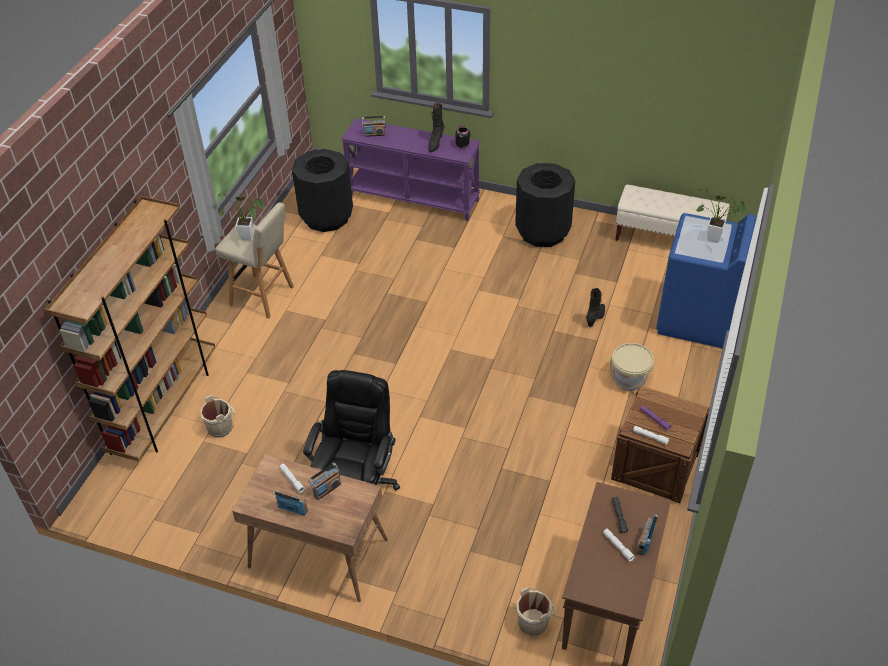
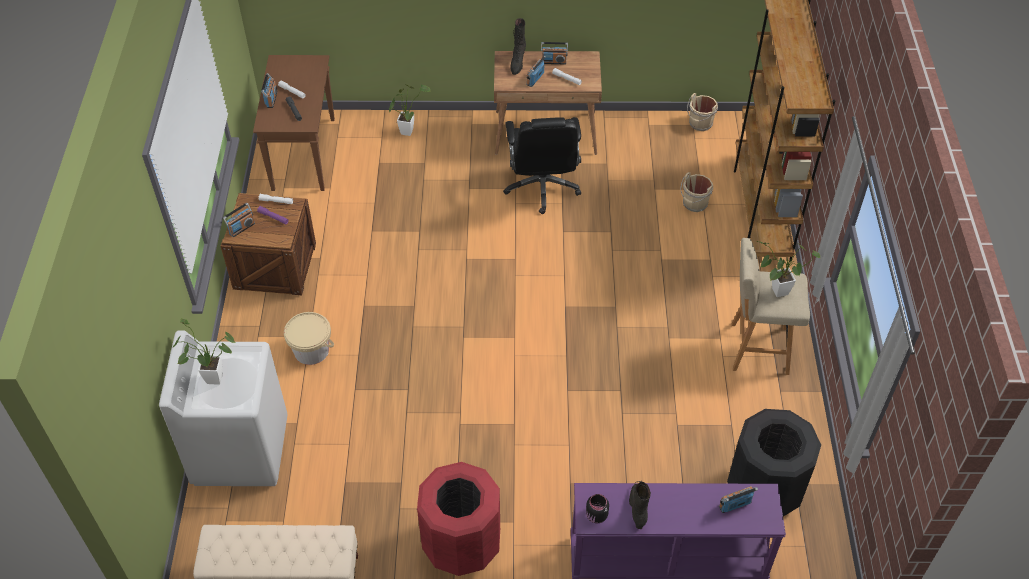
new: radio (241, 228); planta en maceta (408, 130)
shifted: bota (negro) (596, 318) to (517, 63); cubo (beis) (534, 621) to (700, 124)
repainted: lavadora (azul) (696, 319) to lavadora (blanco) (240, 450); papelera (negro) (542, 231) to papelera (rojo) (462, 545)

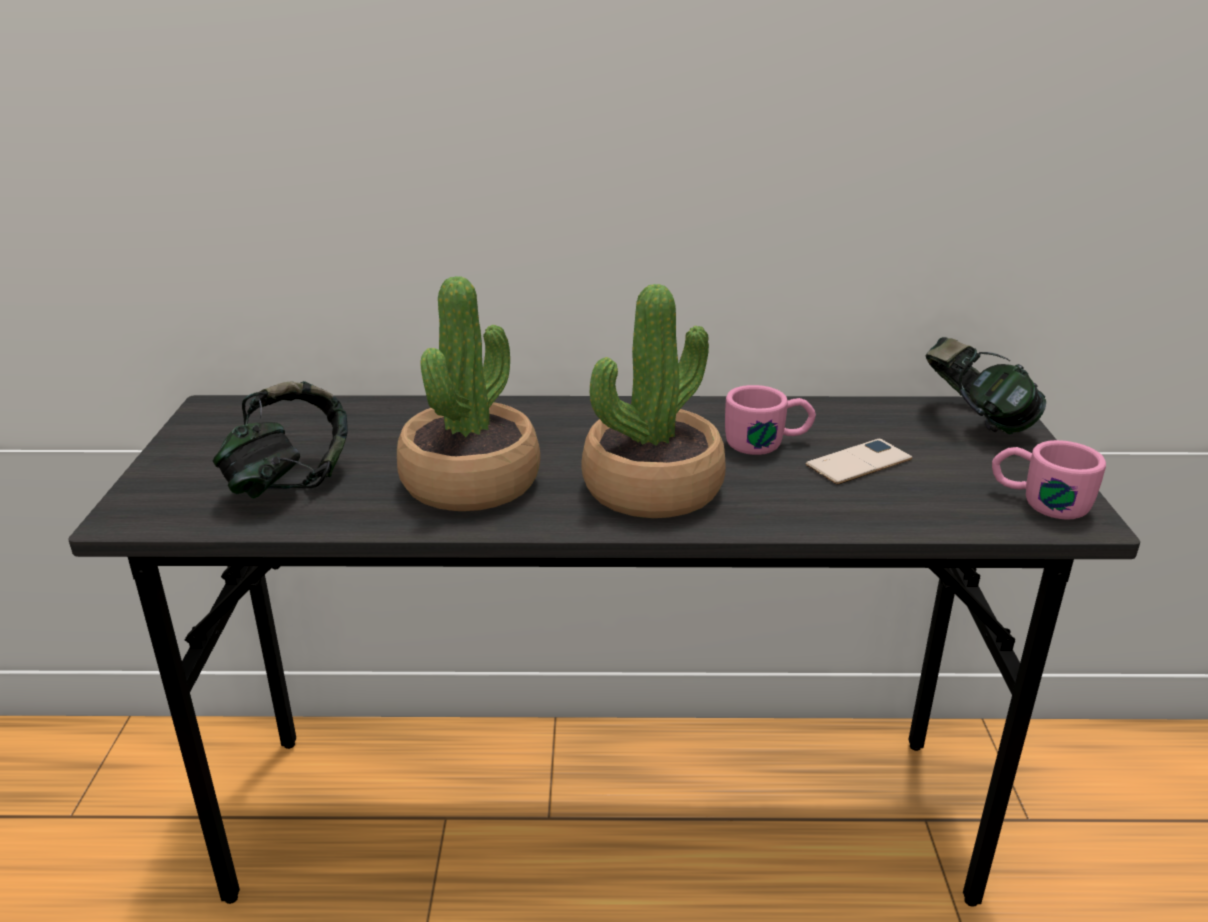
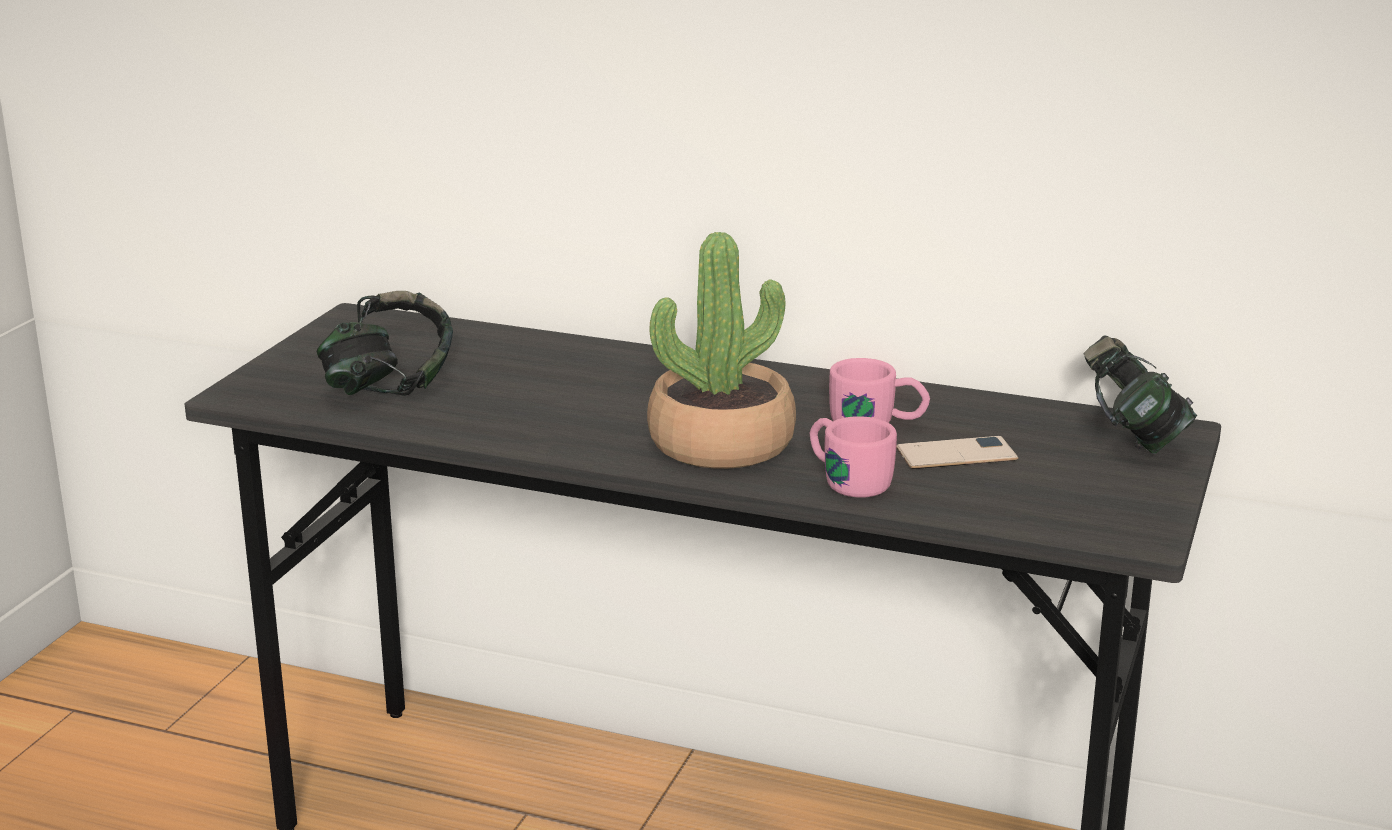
gone: planta en maceta (471, 482)
shifted: taza grande (rosa) (1038, 501) to (846, 480)

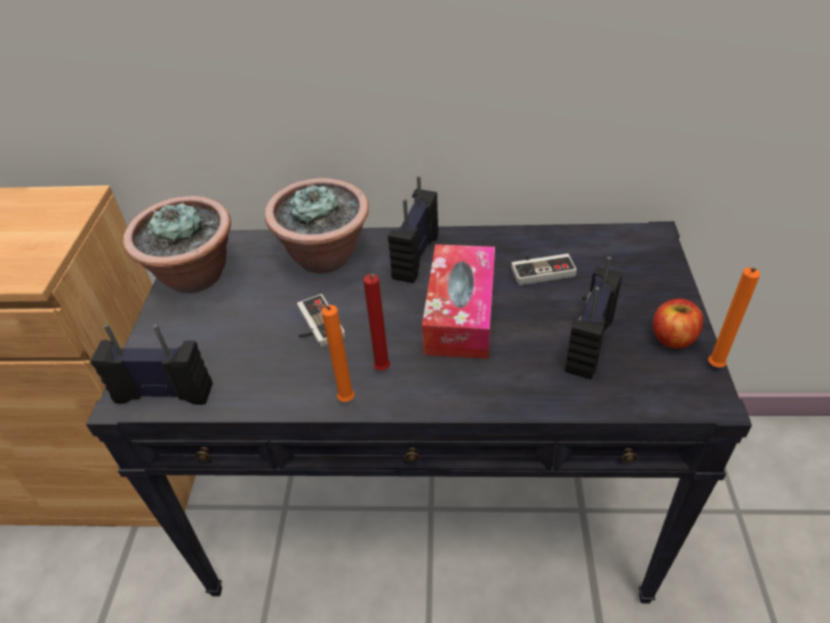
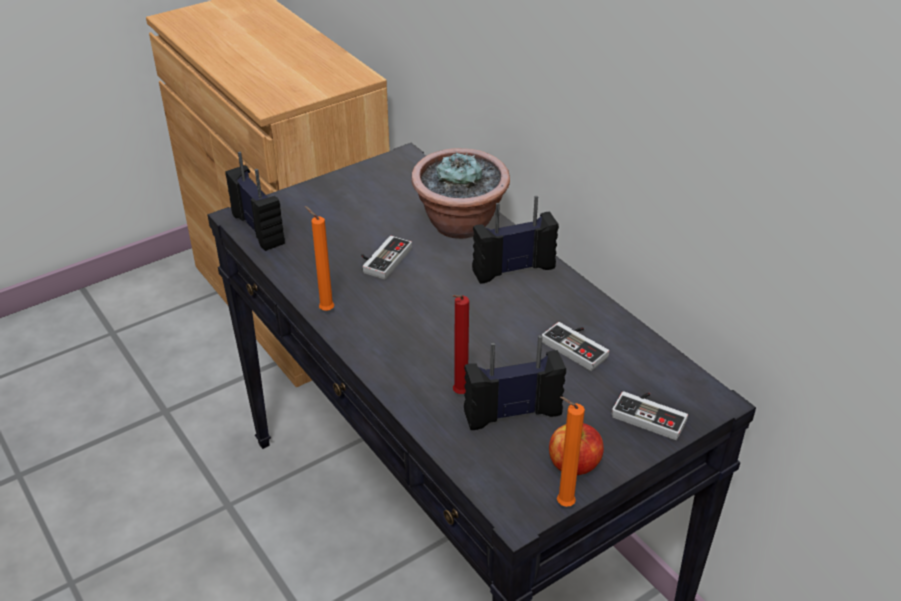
gone: planta en maceta (195, 277); caja de pañuelos (460, 313)
new: mando de consola (651, 414)
shifted: vela (rojo) (383, 371) to (459, 395)

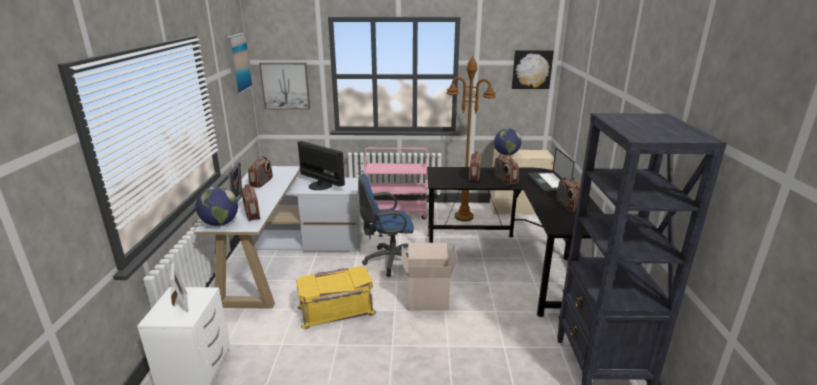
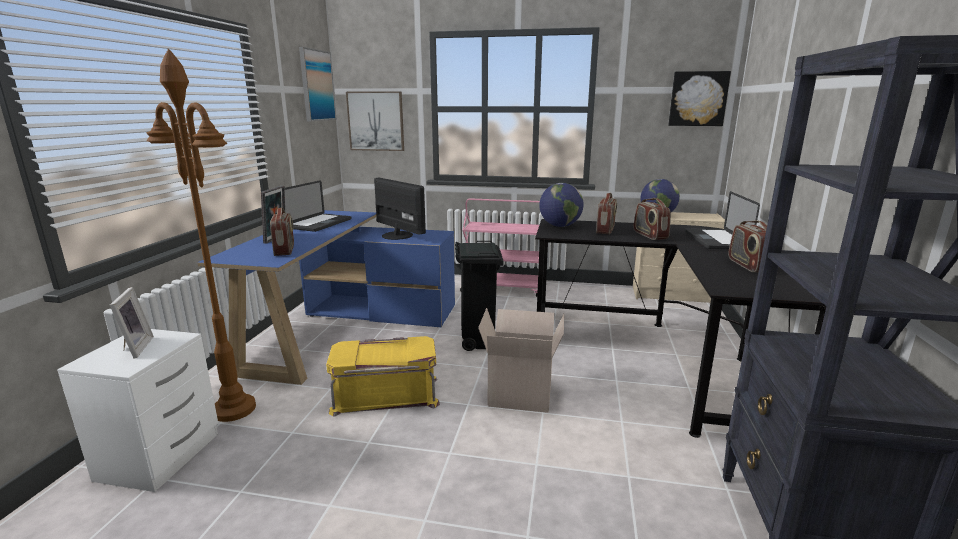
shifted: lámpara de pie (marrón) (464, 217) to (234, 409); globo terráqueo (220, 223) to (560, 226)
swapped: radio (261, 182) to portátil (319, 223); silla de oficina (azul) (389, 261) to papelera (negro) (478, 342)
repainted: escritorio (blanco) (286, 258) to escritorio (azul) (345, 328)

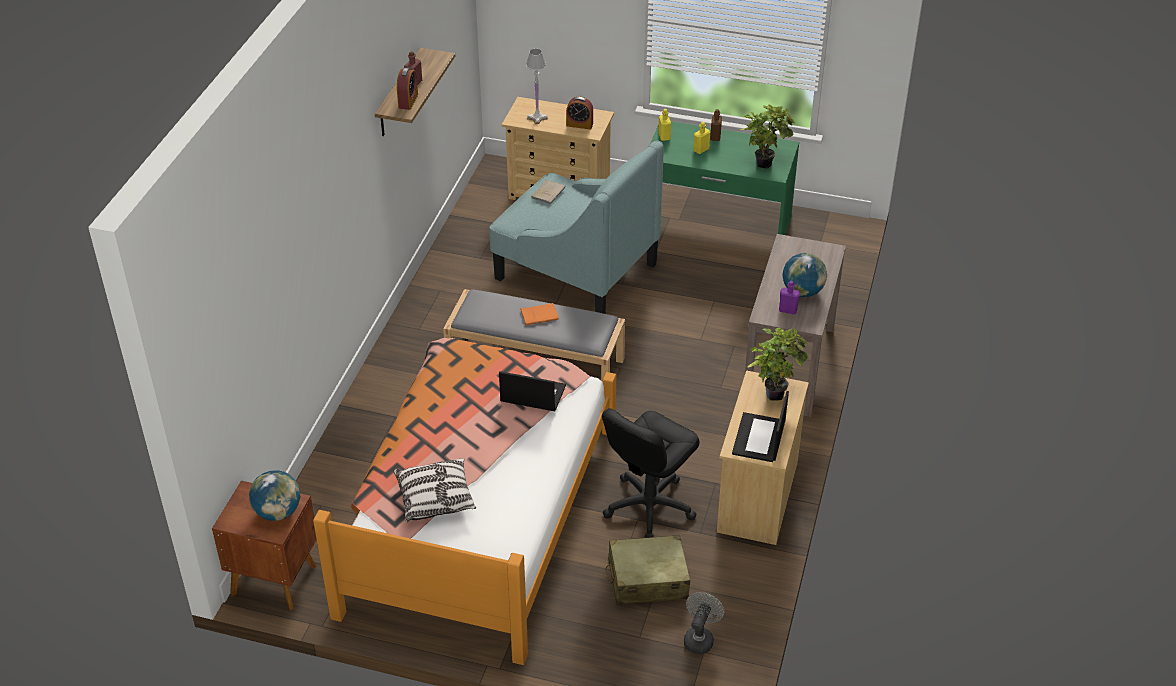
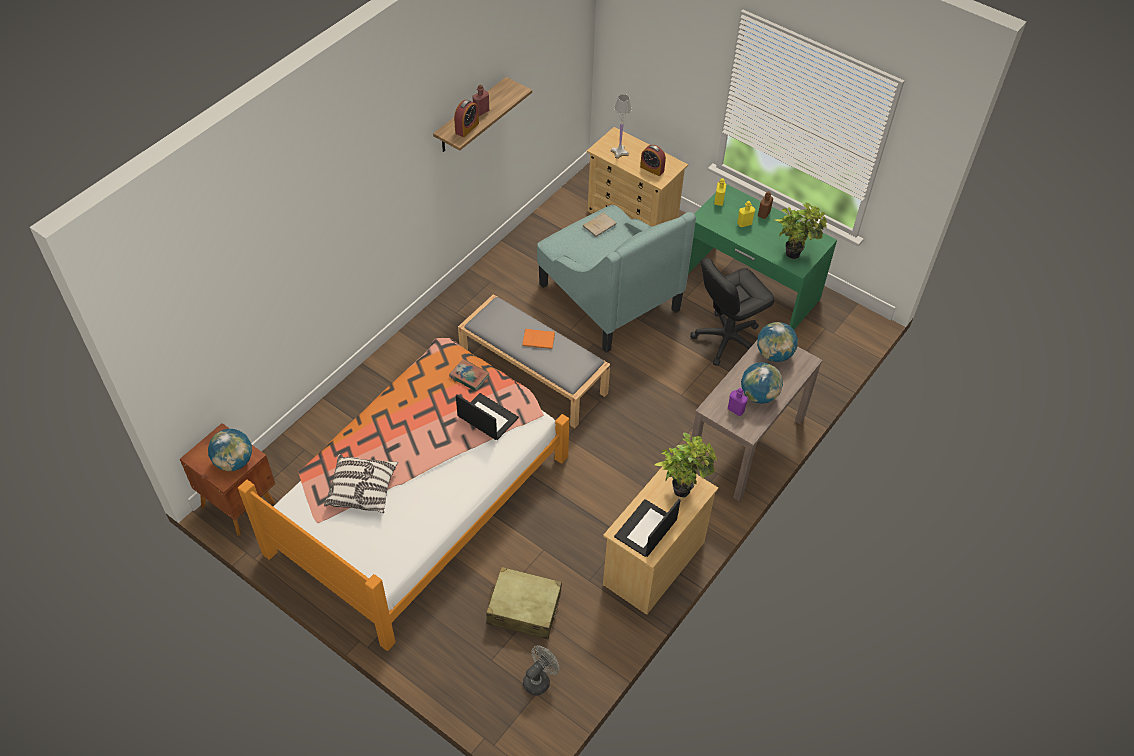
new: libro (469, 377); globo terráqueo (774, 354)
shifted: silla de oficina (negro) (649, 506) to (726, 339)

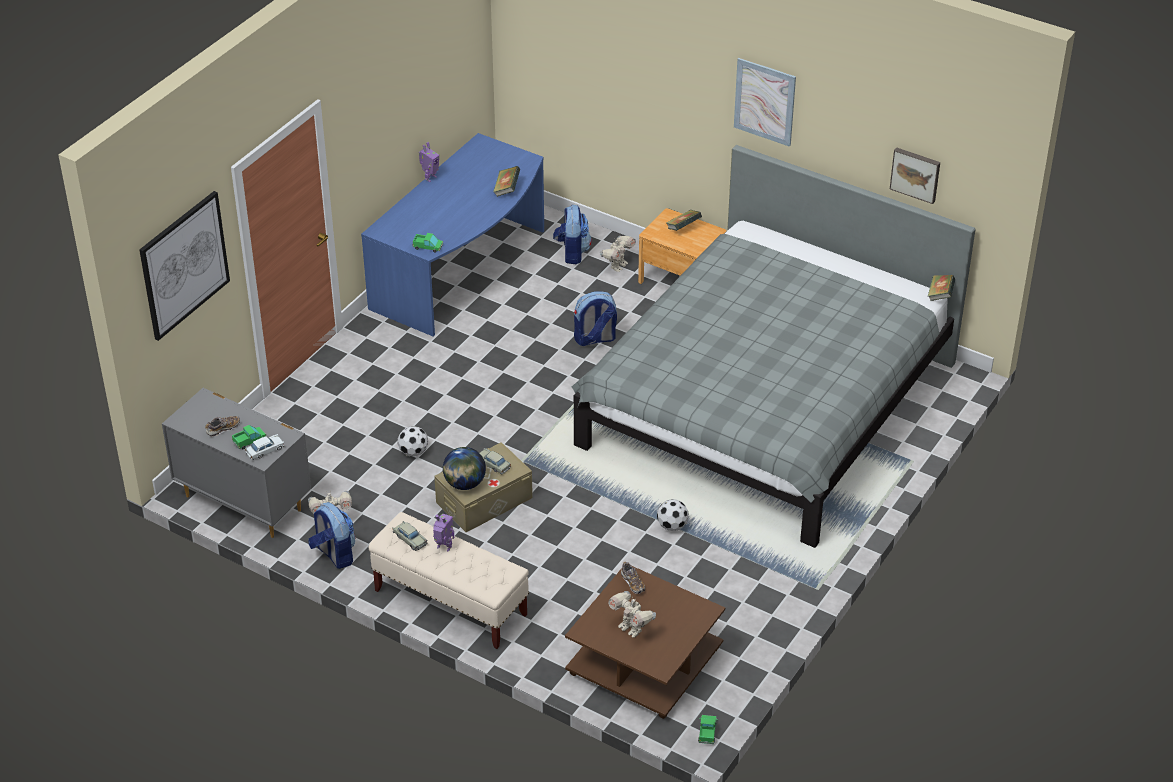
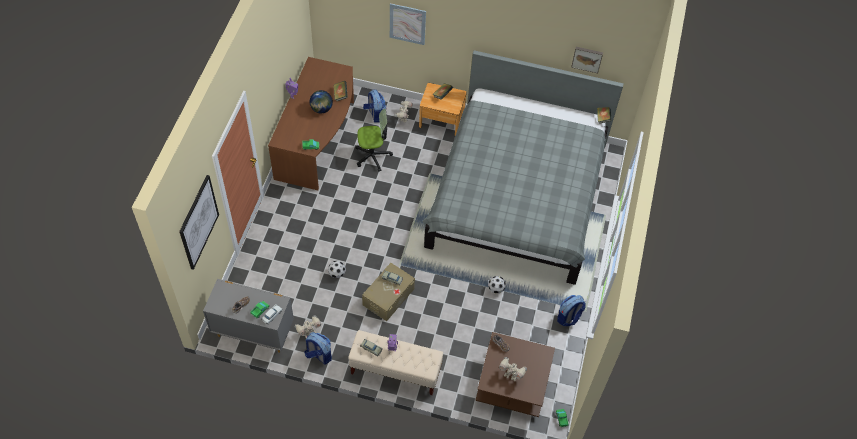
new: silla de oficina (372, 156)
shifted: globo terráqueo (464, 484) to (321, 109); cuadro (764, 101) to (407, 24); mochila (595, 339) to (568, 318)
repainted: escritorio (azul) (463, 271) to escritorio (marrón) (318, 140)

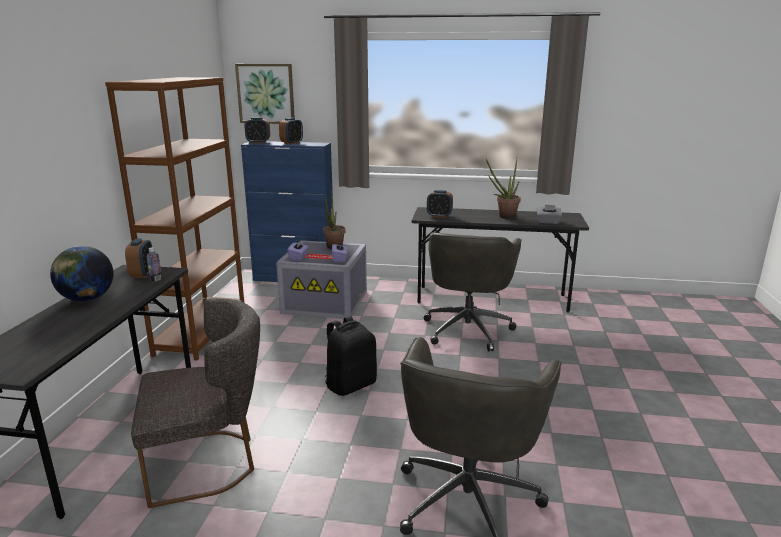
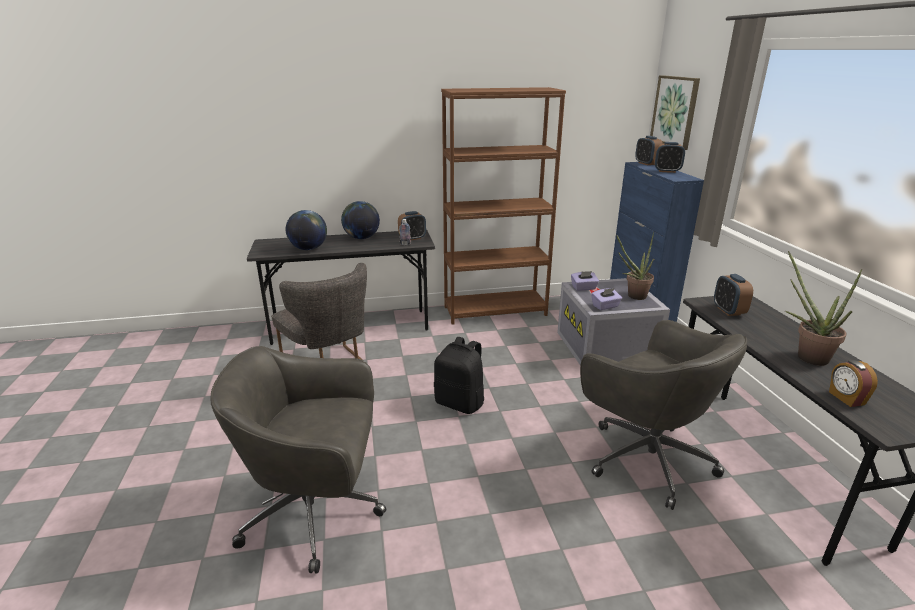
new: globo terráqueo (308, 248)
swapped: caja de pañuelos (gris) (548, 222) to despertador (846, 398)
rotated: silla de oficina (gris) (468, 329) = (646, 457) 120 degrees counterclockwise

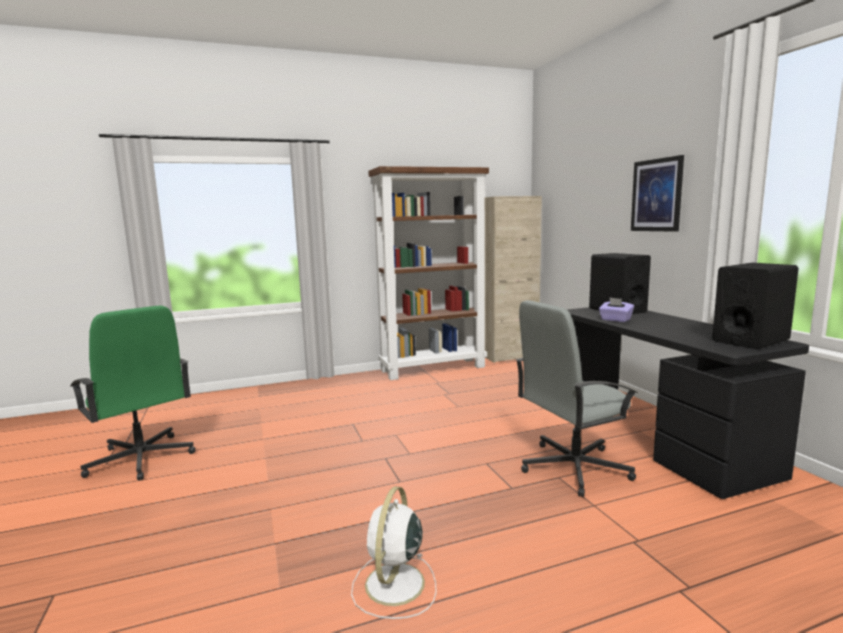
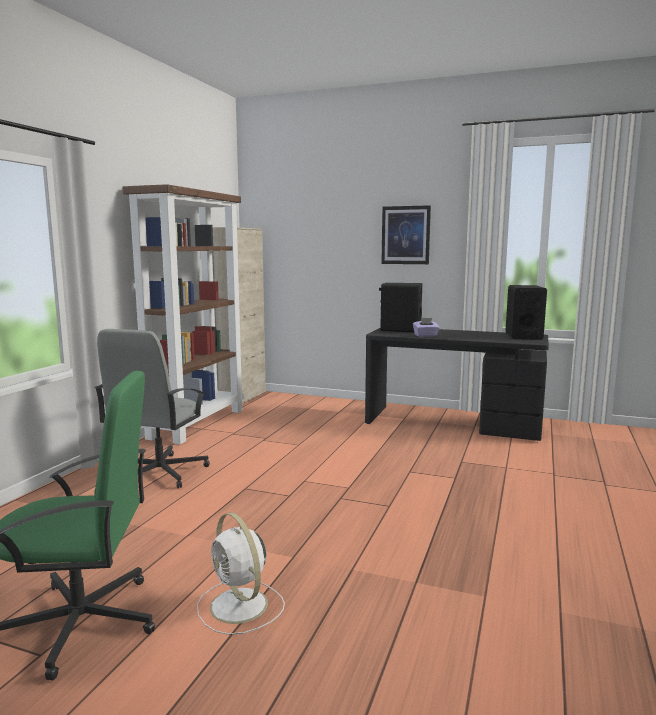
shifted: silla de oficina (gris) (572, 468) to (158, 473); ventilador (blanco) (394, 586) to (240, 607)

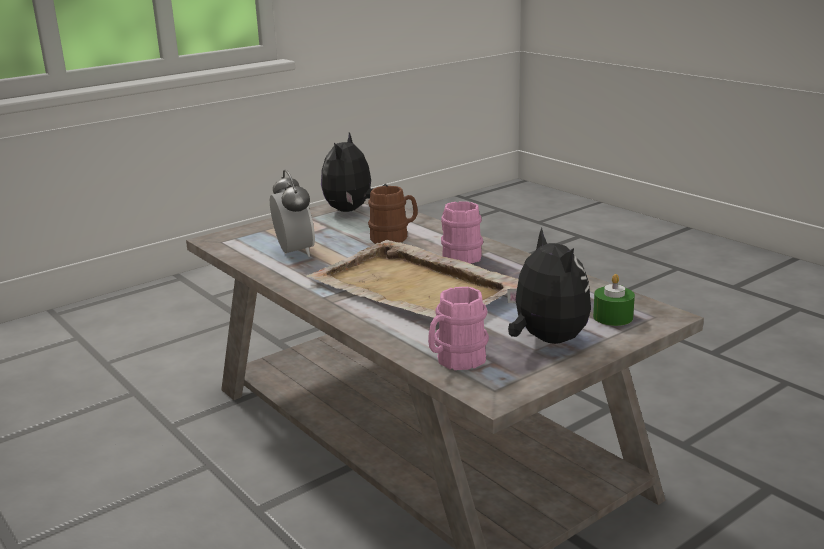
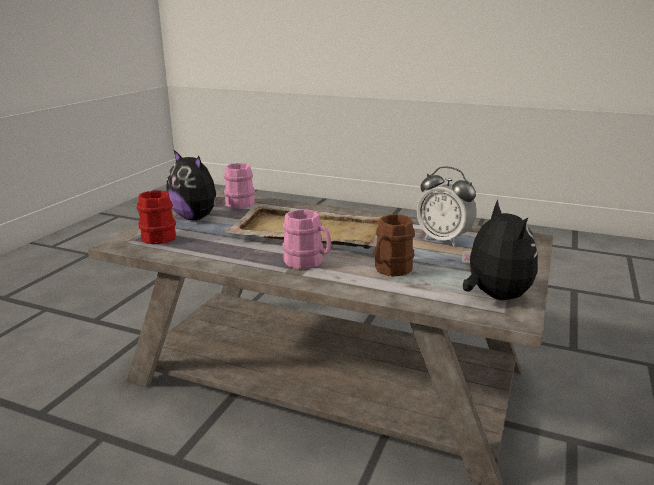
swapped: vela (verde) (613, 317) to taza grande (rojo) (155, 236)

